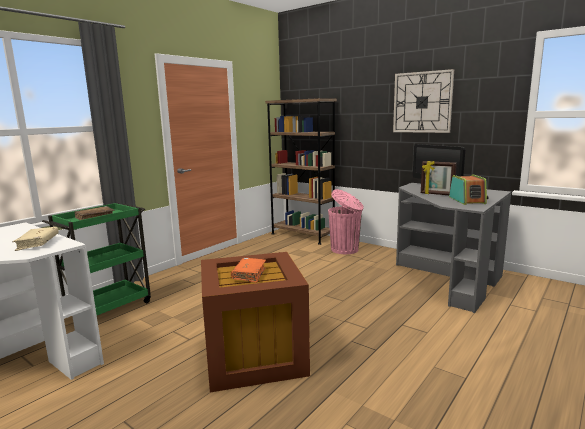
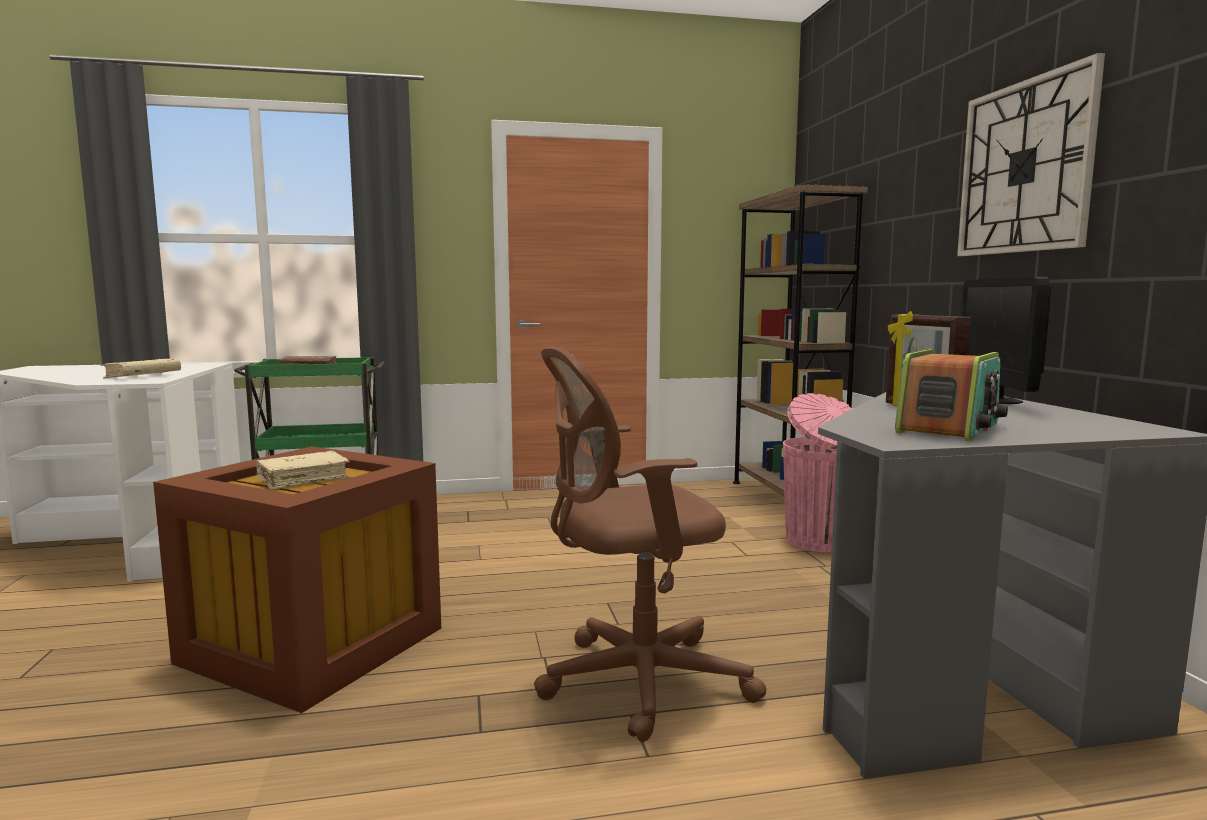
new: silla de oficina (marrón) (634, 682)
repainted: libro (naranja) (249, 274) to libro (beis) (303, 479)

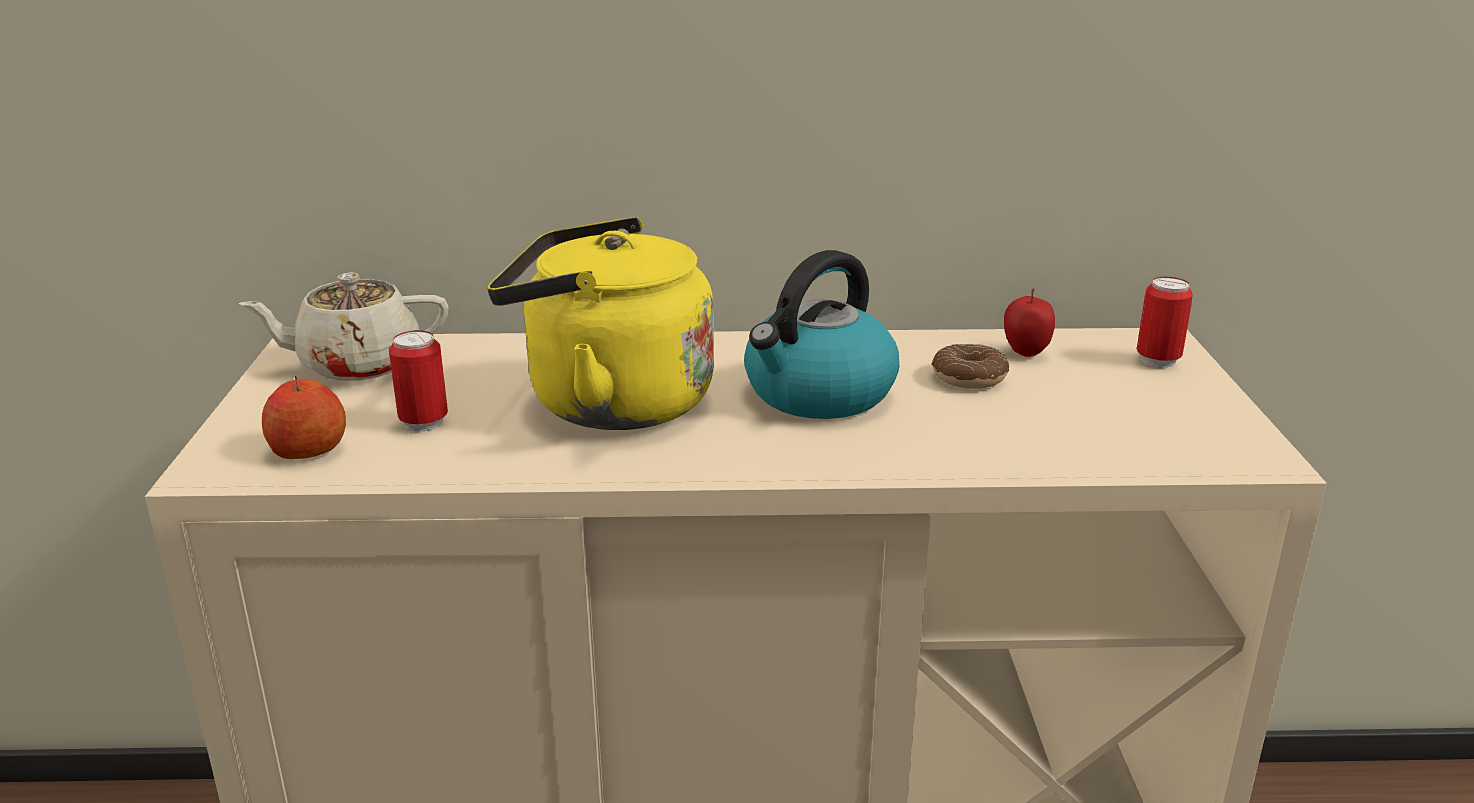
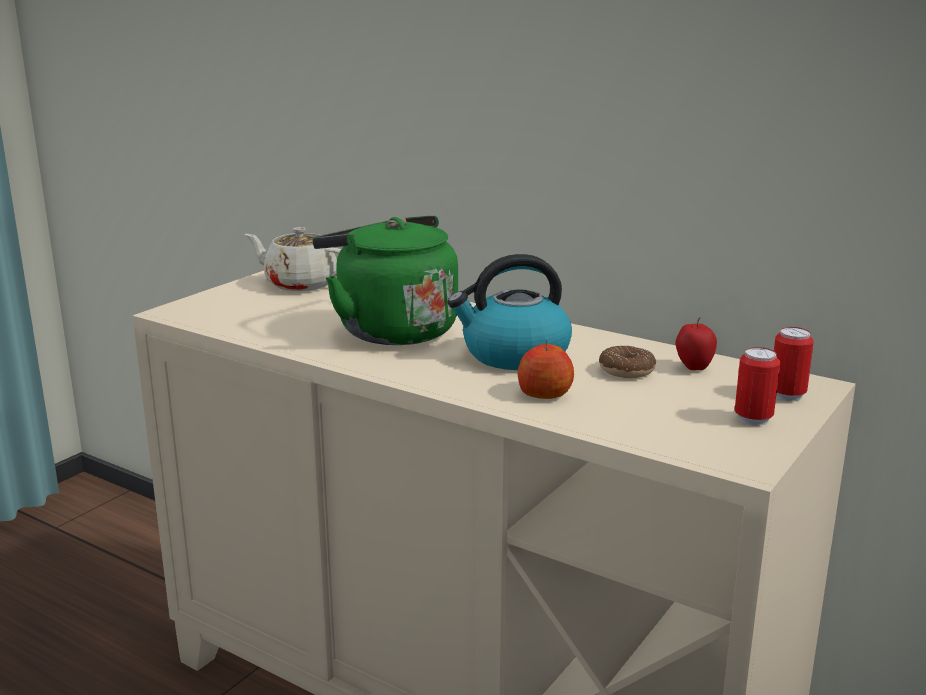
shifted: manzana (308, 449) to (545, 393); lata (424, 422) to (753, 419)
repainted: hervidor (amarillo) (608, 402) to hervidor (verde) (391, 330)

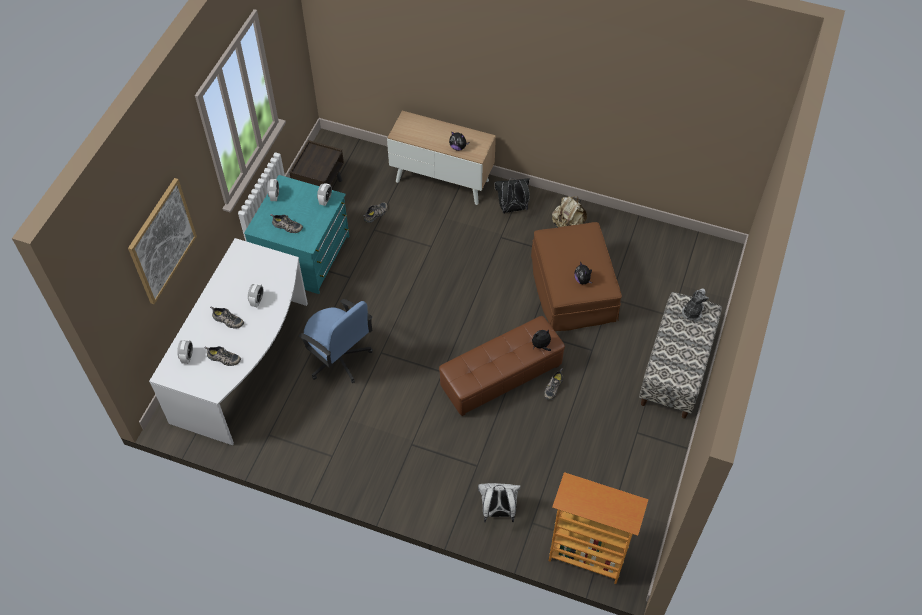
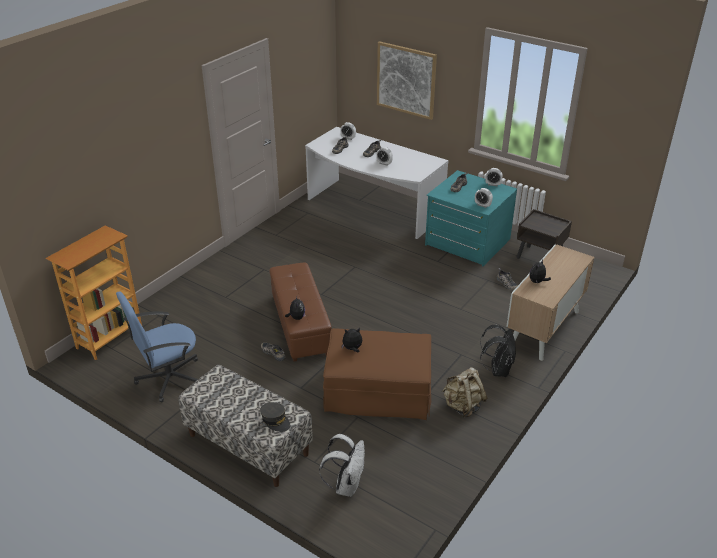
shifted: silla de oficina (azul) (339, 358) to (168, 378); mochila (blanco) (498, 512) to (346, 485)
swapped: peluche (692, 312) to gorra (gris) (275, 421)

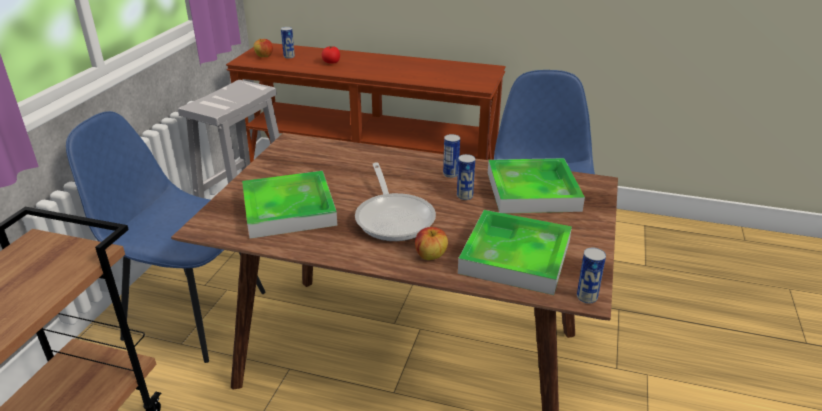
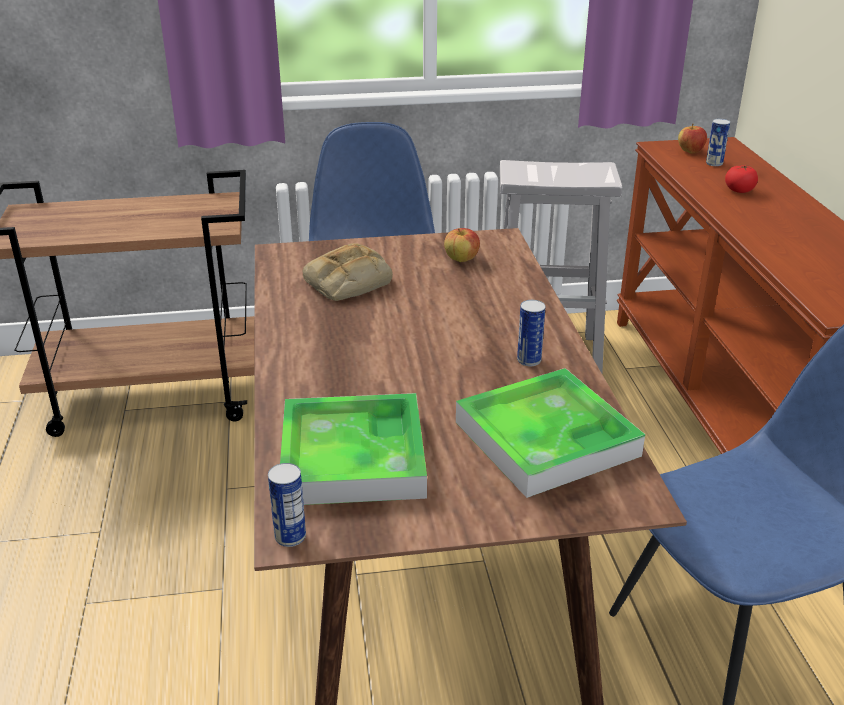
gone: sartén (394, 217); lata (464, 196)
shifted: manzana (430, 256) to (461, 259)
swapped: bandeja (289, 209) to pan (347, 282)

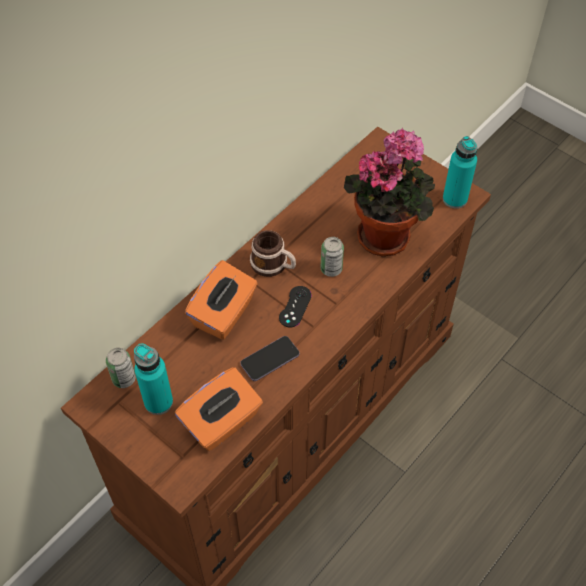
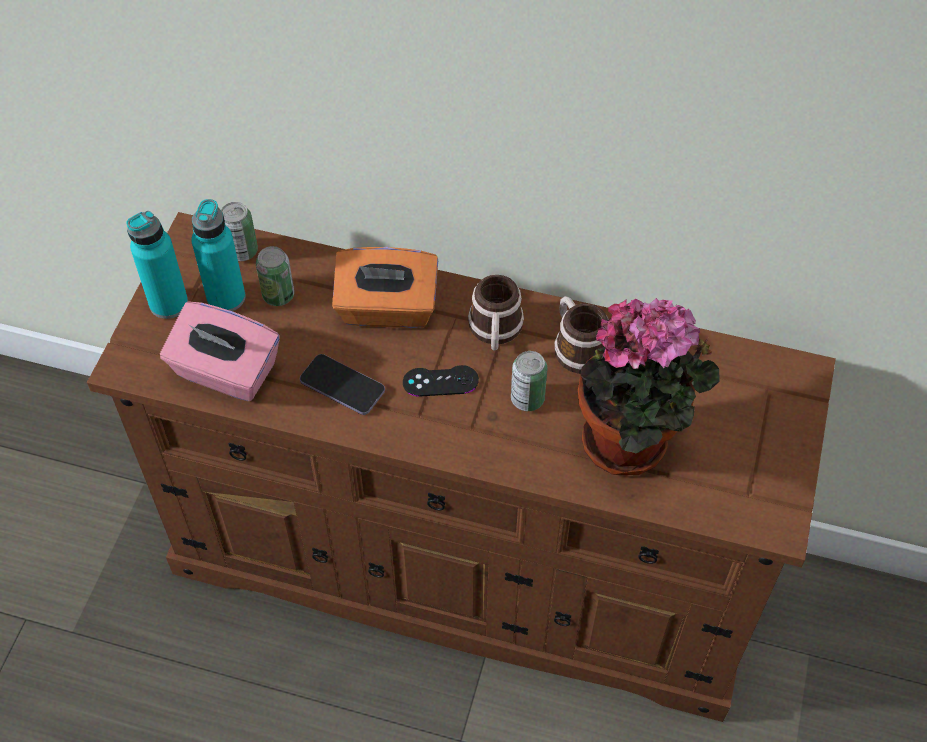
new: lata (278, 295); taza grande (577, 346)
shifted: botella (turquesa) (455, 199) to (168, 303)
repainted: caja de pañuelos (naranja) (221, 422) to caja de pañuelos (rosa) (225, 372)

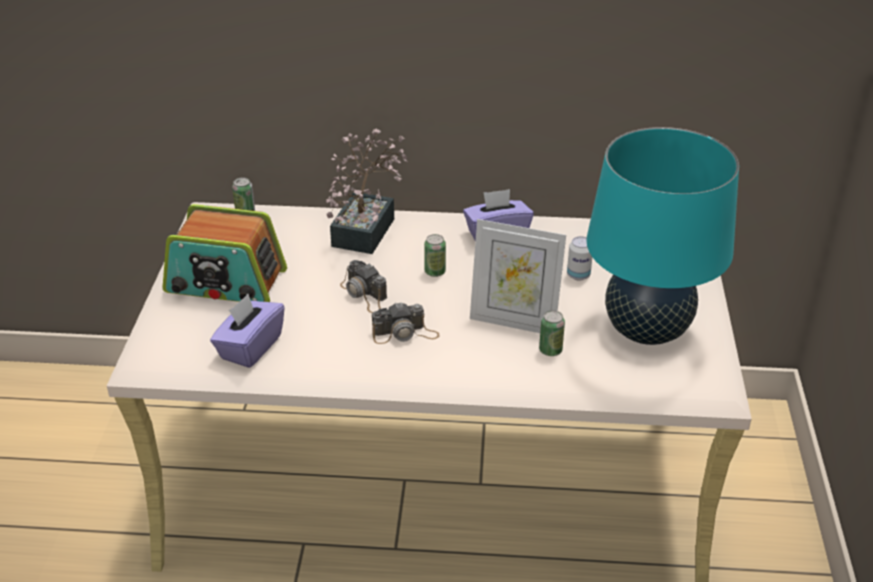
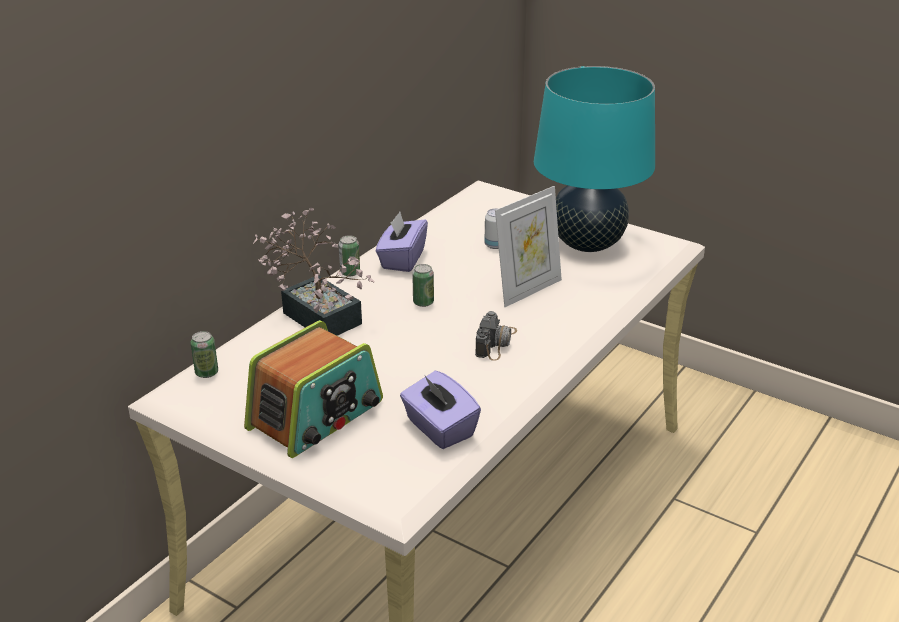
gone: cámara (364, 294)
shifted: lata (550, 350) to (350, 272)

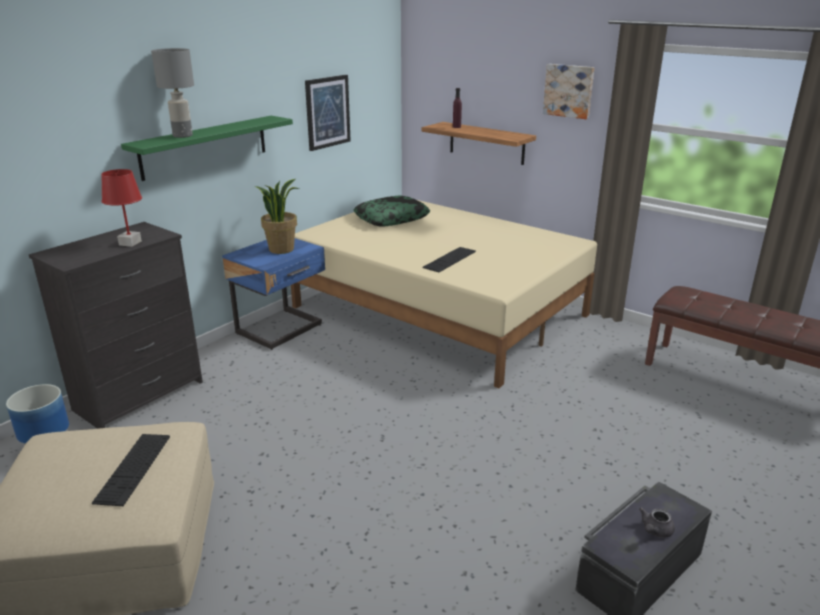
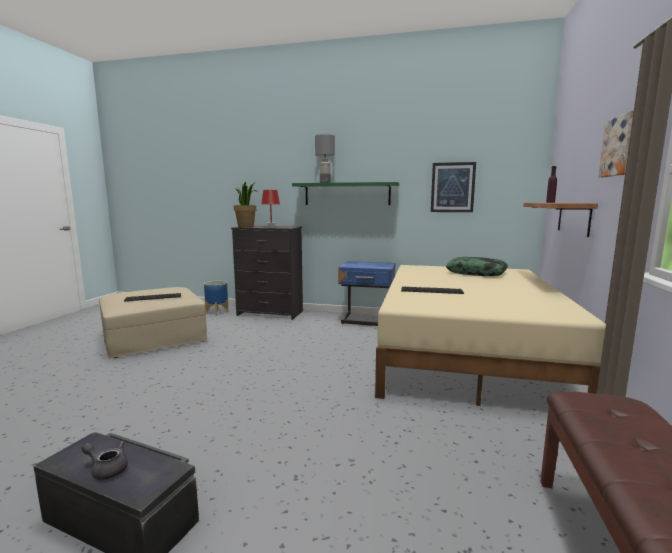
shifted: planta en maceta (281, 249) to (246, 226)

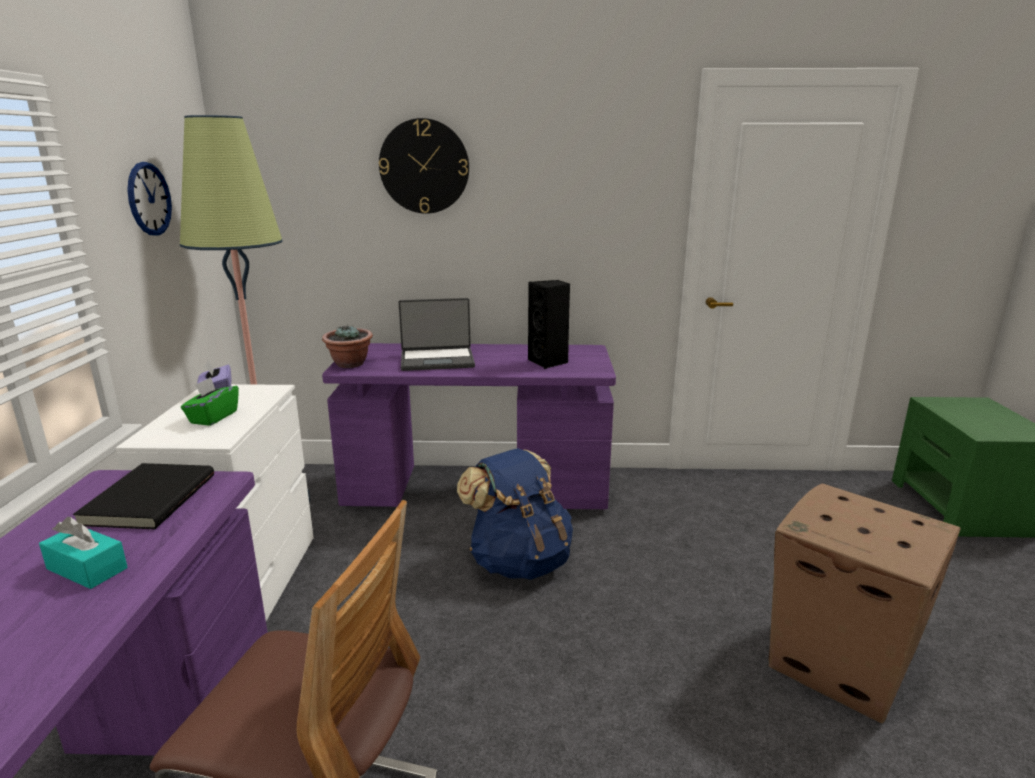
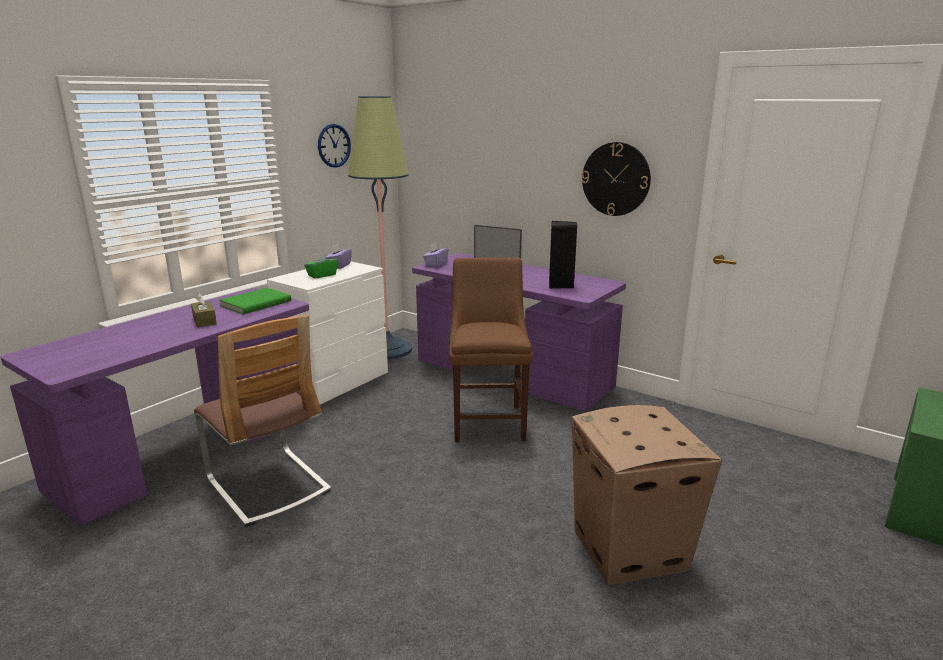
shifted: reloj de pared (424, 166) to (616, 179)
swapped: planta en maceta (350, 364) to caja de pañuelos (morado) (436, 264); mochila (azul) (519, 561) to silla (marrón) (488, 421)
repainted: caja de pañuelos (turquesa) (87, 568) to caja de pañuelos (marrón) (204, 320); libro (negro) (147, 499) to libro (verde) (255, 303)

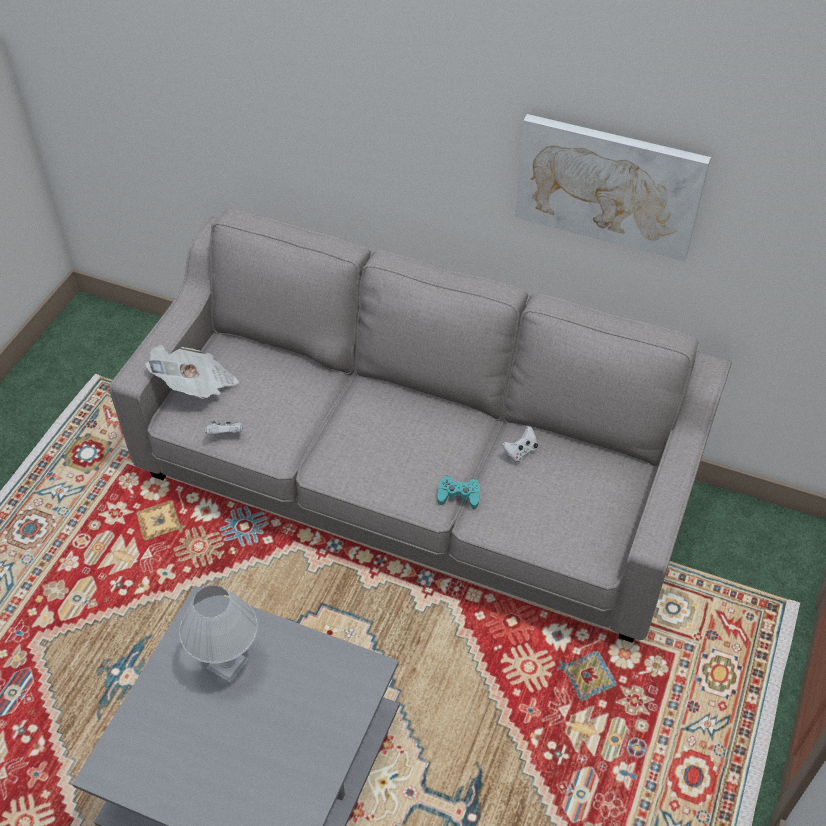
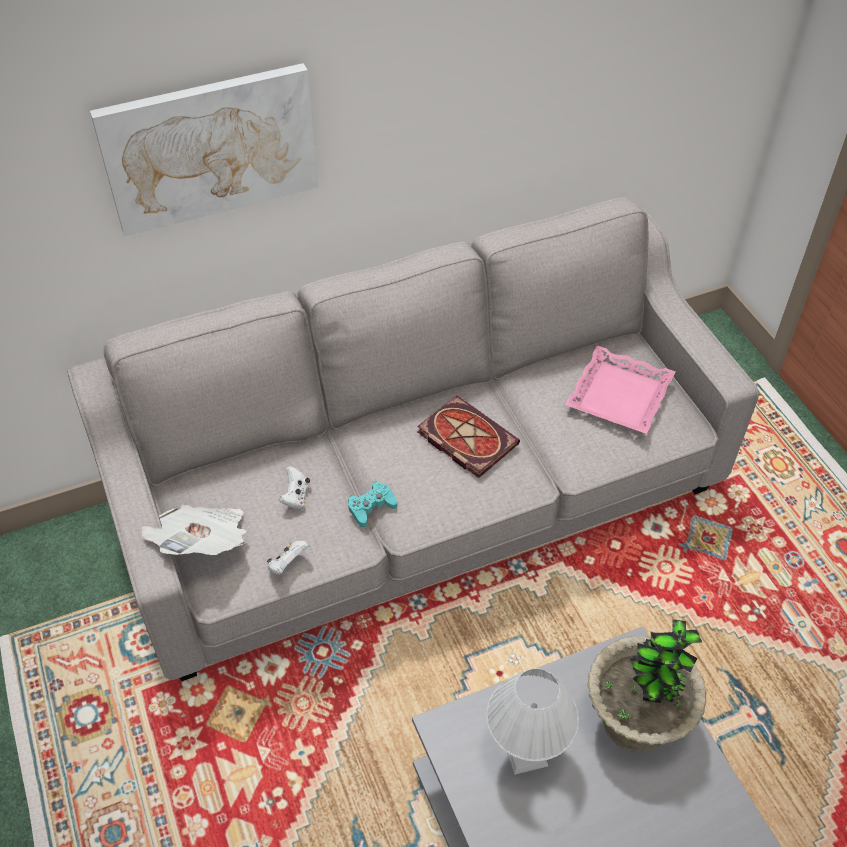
new: libro (464, 438); bandeja (rosa) (620, 396); planta en maceta (635, 722)
shifted: cuadro (608, 185) to (210, 148); mando de consola (blanco) (520, 452) to (296, 497); mando de consola (turquesa) (458, 495) to (371, 507)

